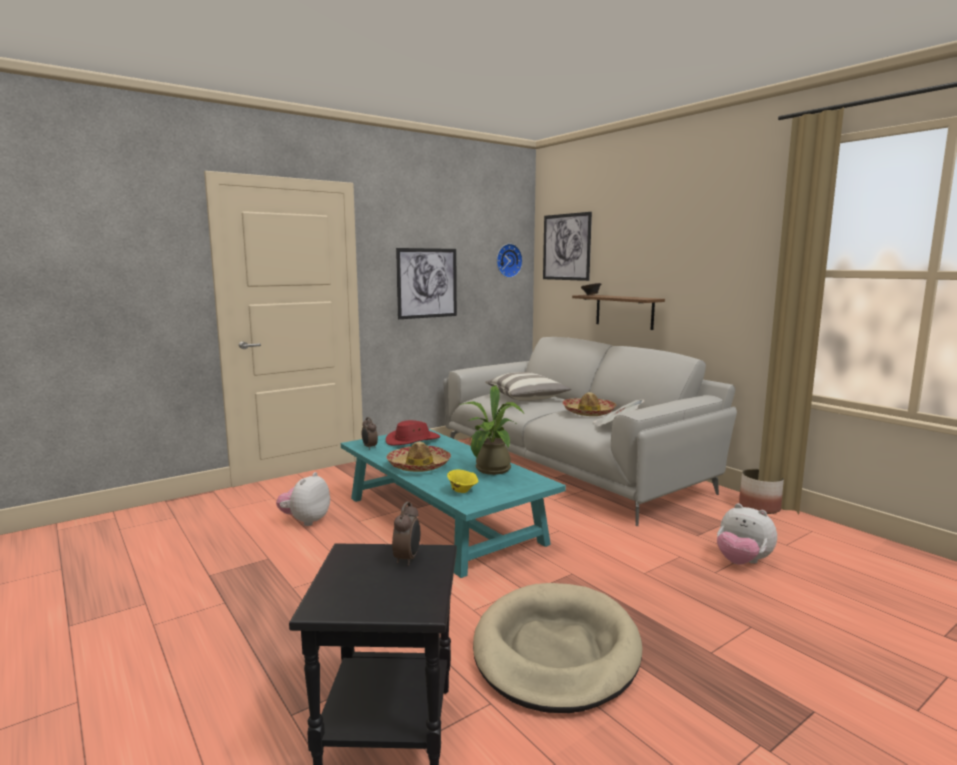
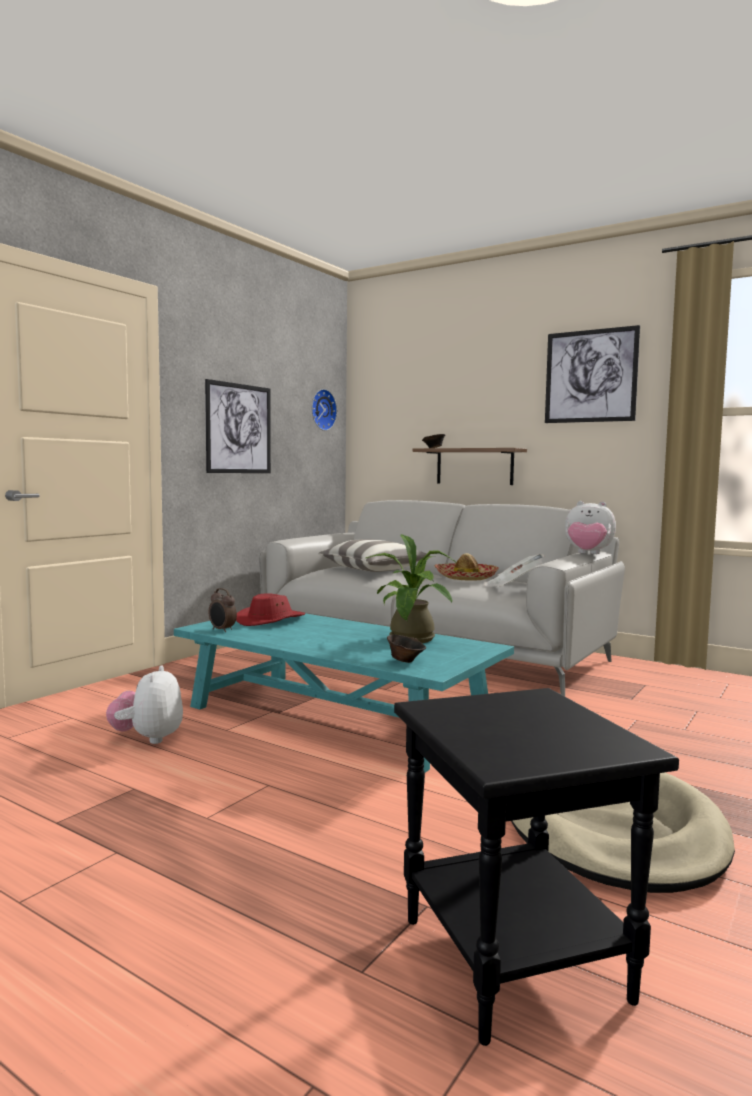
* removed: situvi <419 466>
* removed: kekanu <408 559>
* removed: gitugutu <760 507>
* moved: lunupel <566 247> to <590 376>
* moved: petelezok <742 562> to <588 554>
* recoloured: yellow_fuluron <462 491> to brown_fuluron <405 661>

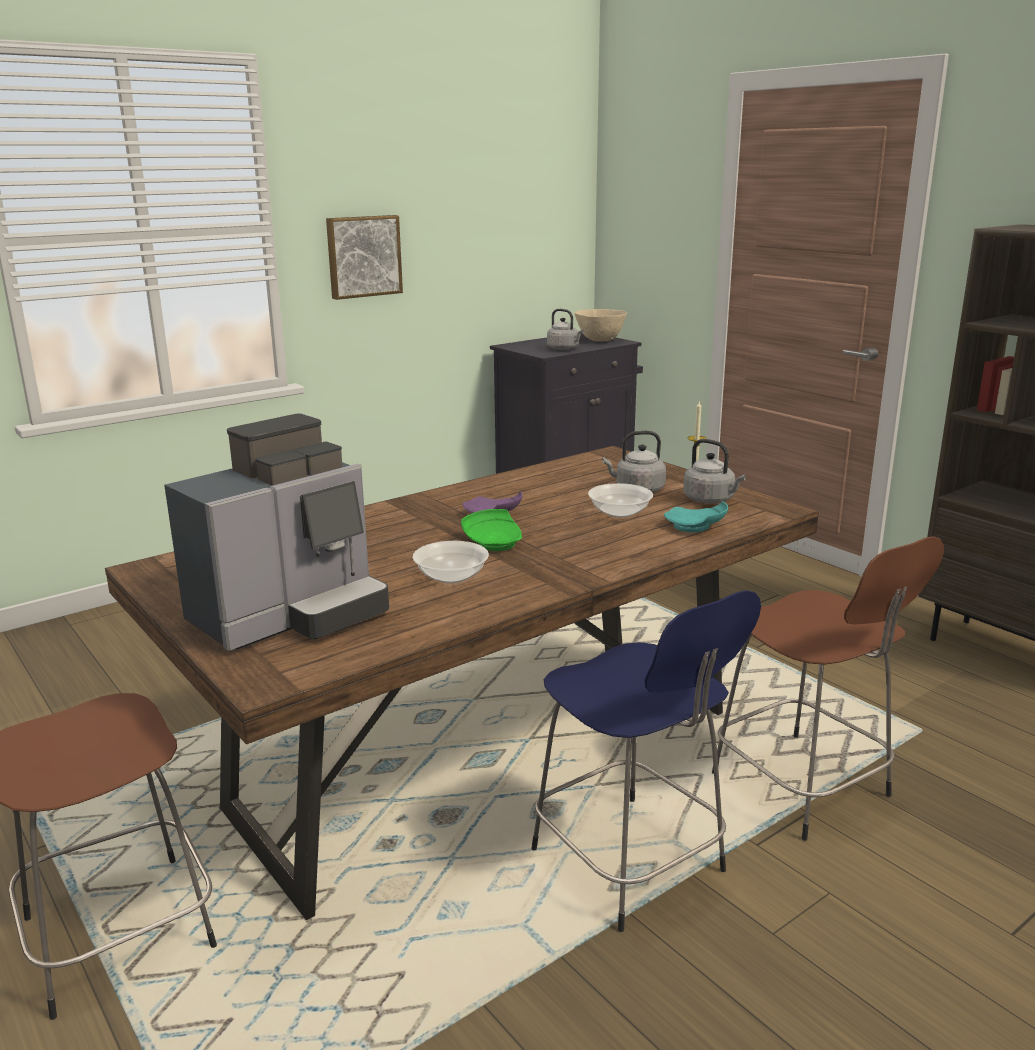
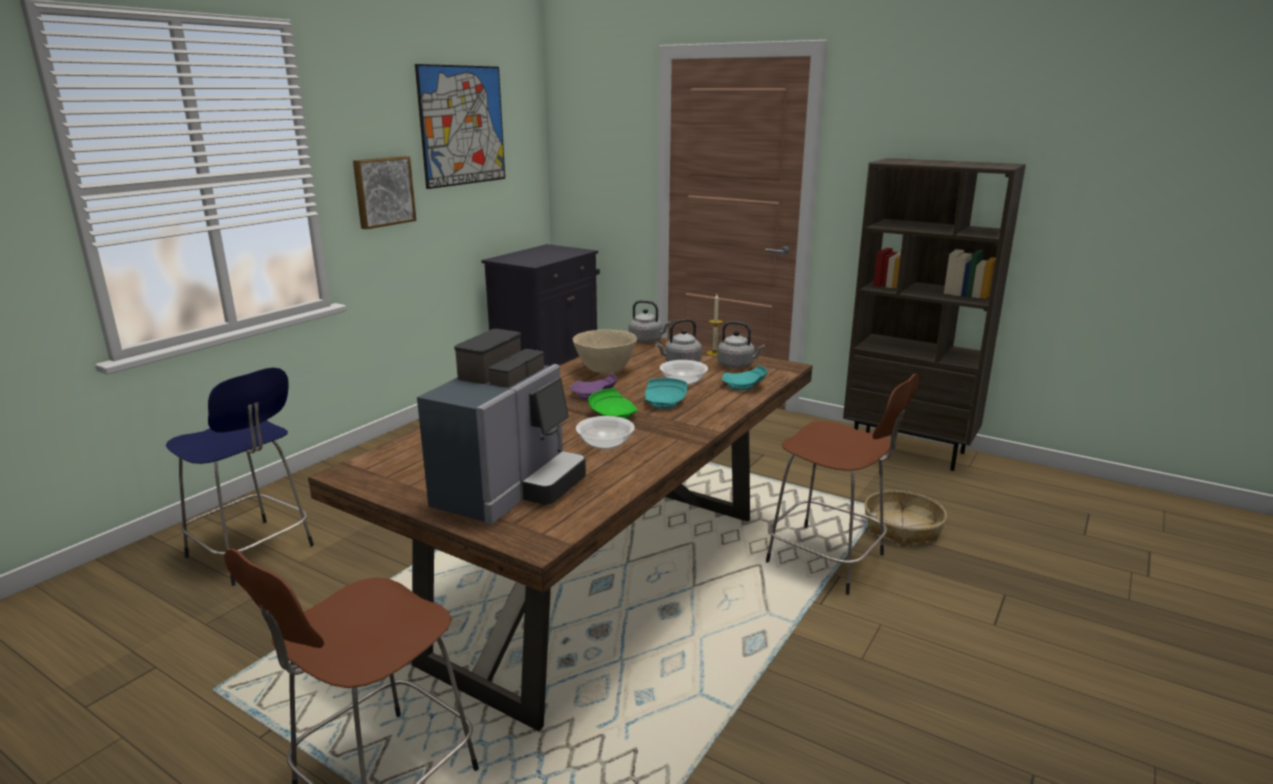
* added: lunupel <462 125>
* added: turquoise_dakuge <665 402>
* added: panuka <902 527>
* moved: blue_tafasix <631 864> to <252 553>
* moved: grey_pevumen <564 349> to <647 341>
* moved: beige_fuluron <600 340> to <605 370>

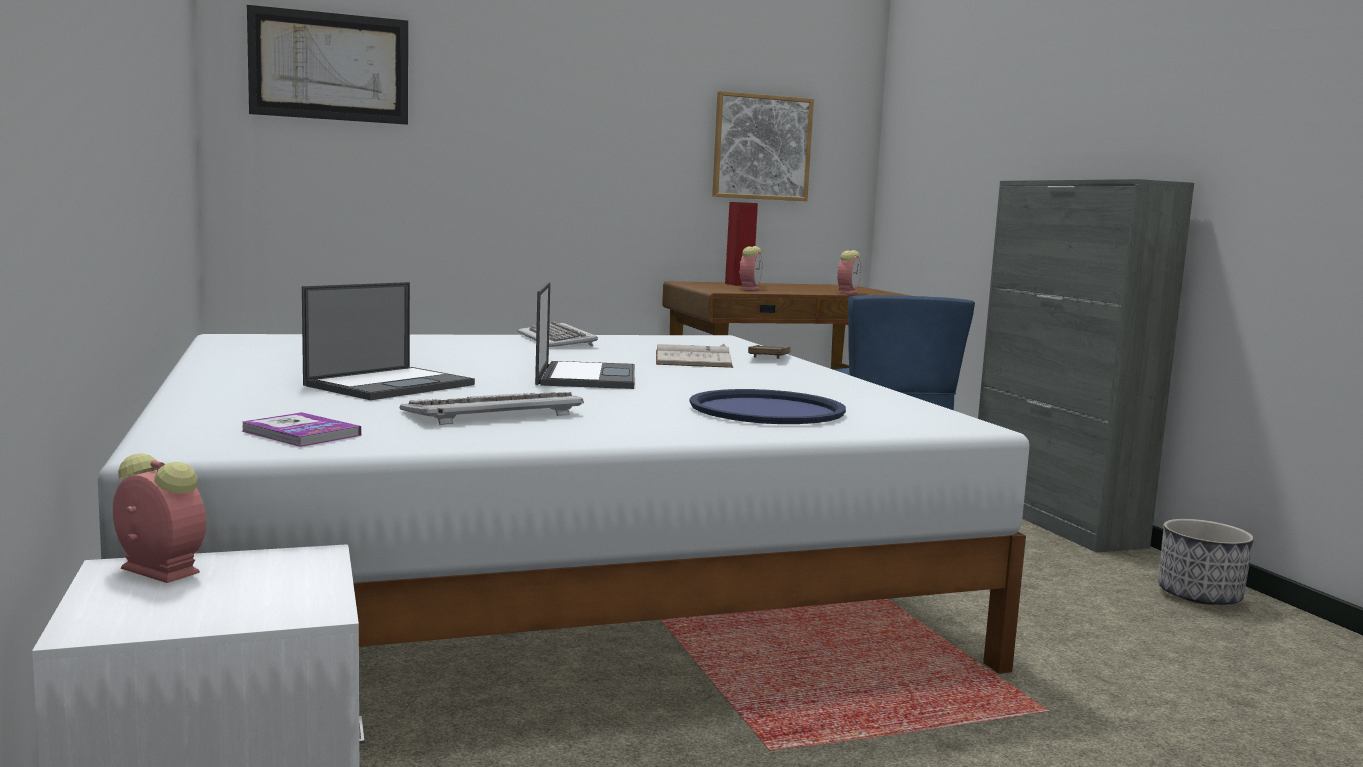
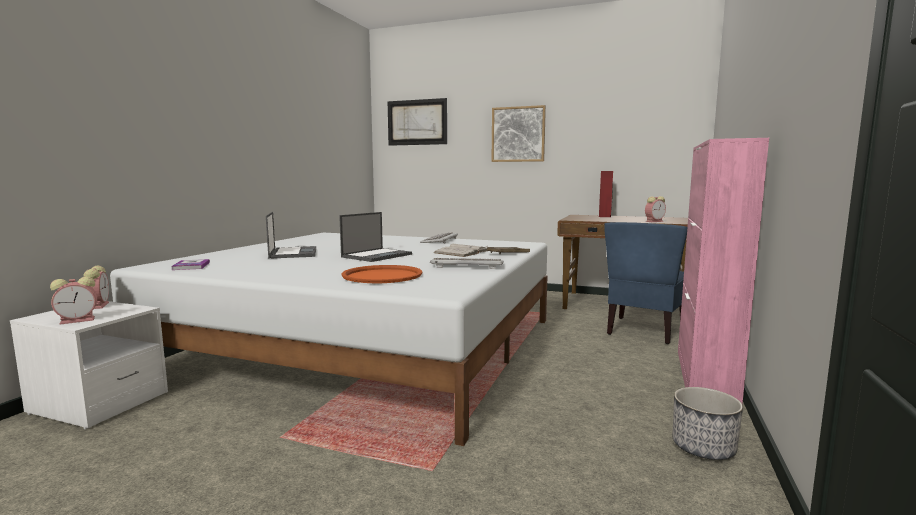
* moved: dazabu <492 413> to <467 265>
* moved: lunupel <761 147> to <518 134>
* moved: kekanu <749 288> to <79 320>
* recoloured: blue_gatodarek <767 410> to orange_gatodarek <382 275>
* recoloured: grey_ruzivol <1054 520> to pink_ruzivol <705 377>
* turned: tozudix <391 385> = <293 253> 90 degrees counterclockwise

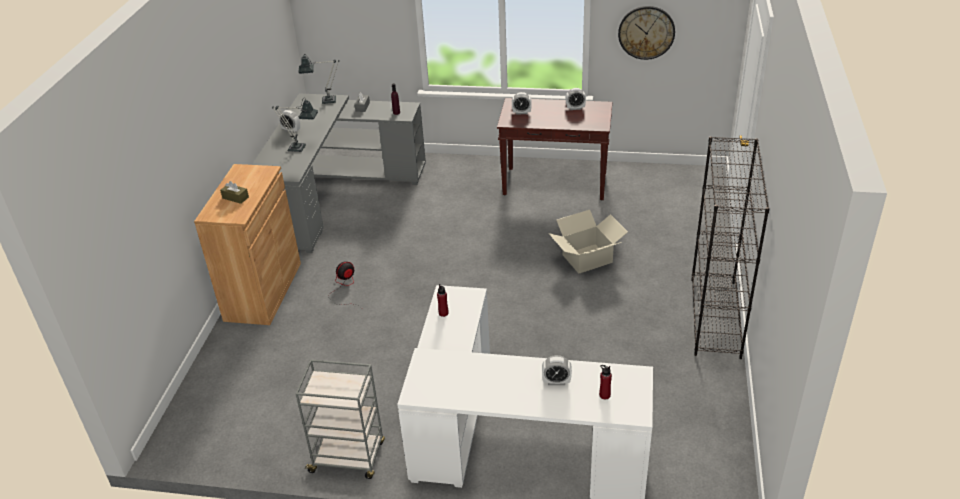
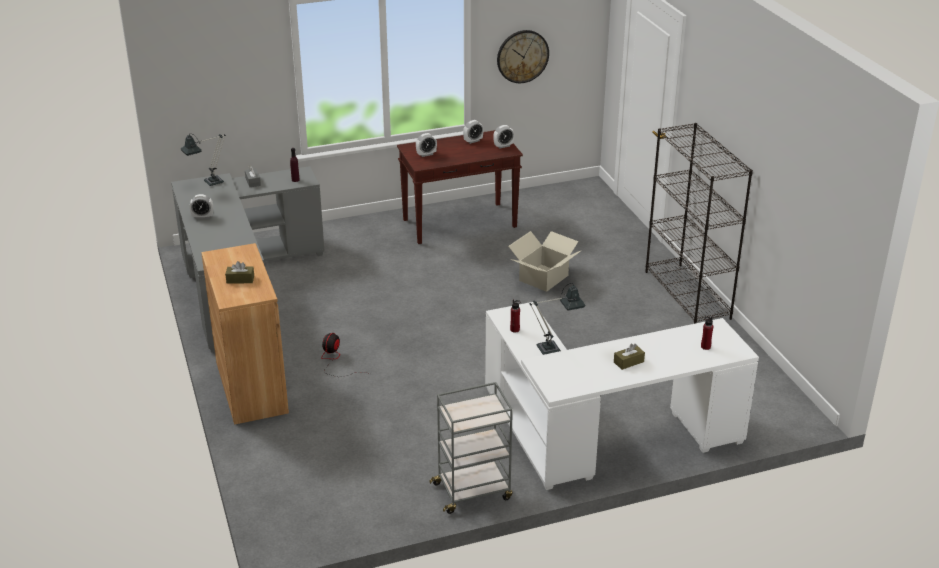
* added: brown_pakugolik <628 362>
* moved: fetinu <301 148> to <553 348>
* moved: kekanu <556 382> to <503 146>

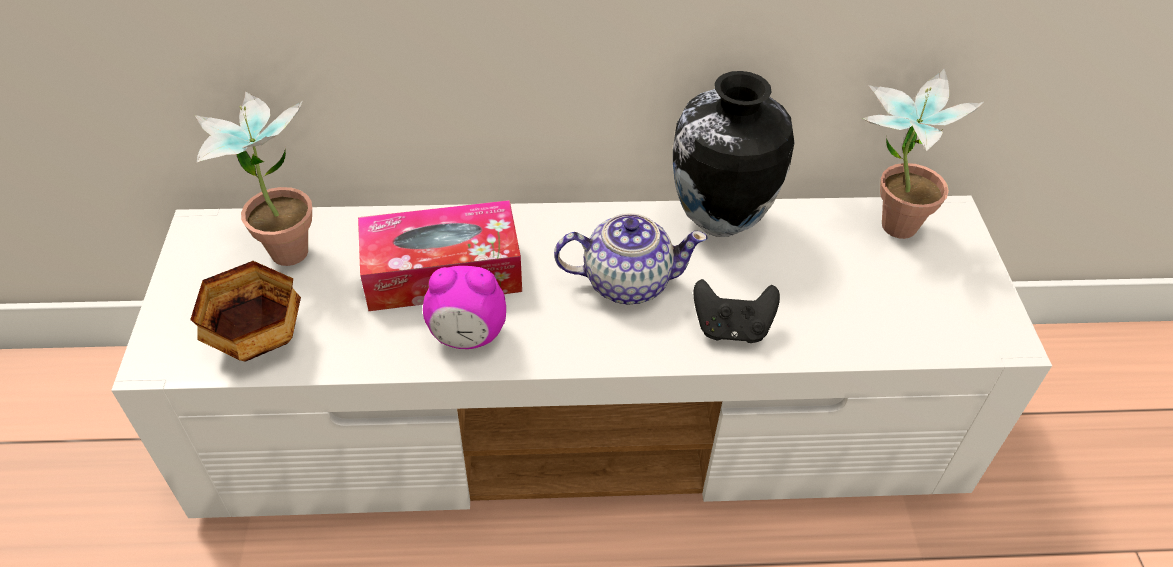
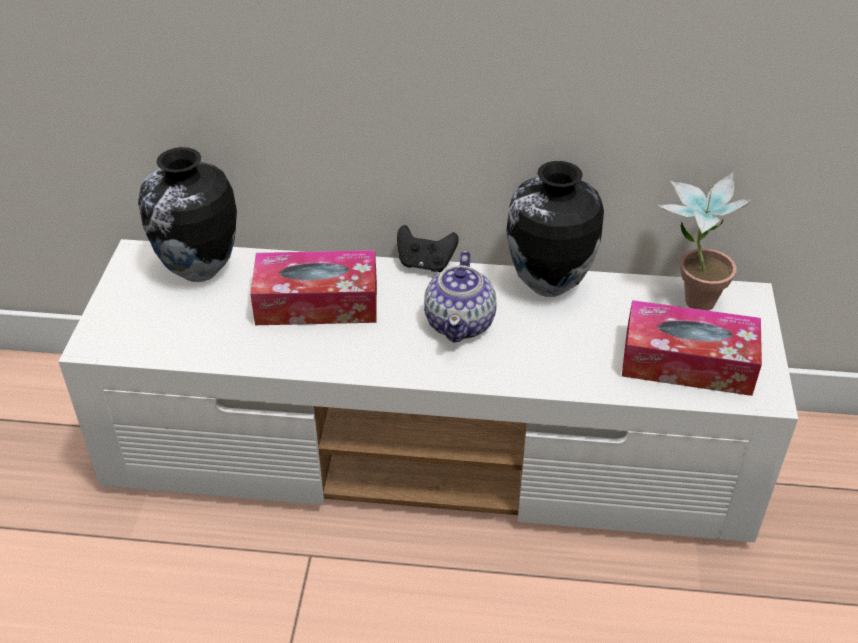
* removed: fuluron <259 340>
* removed: kekanu <468 336>
* added: pakugolik <687 362>
* moved: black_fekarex <731 328> to <425 264>
* replaced: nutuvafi <284 243> to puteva <199 271>
* turned: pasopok <626 281> = <460 323> 90 degrees clockwise

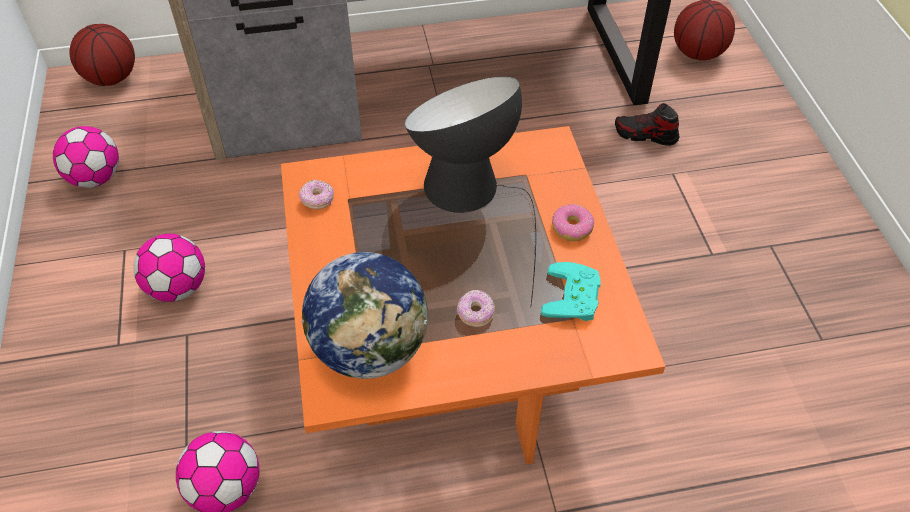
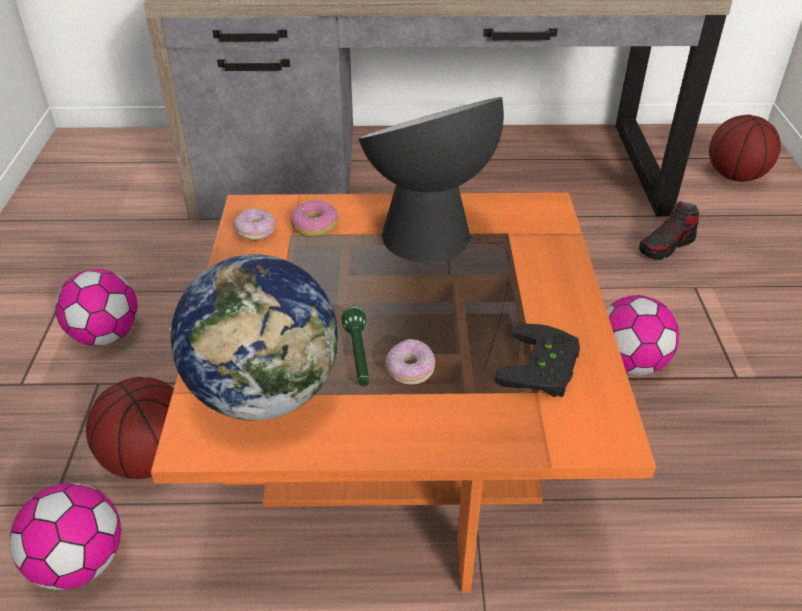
* added: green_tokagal <358 356>
* moved: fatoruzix <96 178> to <629 363>
* moved: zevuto <111 79> to <150 459>
* moved: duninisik <571 228> to <315 226>
* recoloured: turquoise_fekarex <575 297> to black_fekarex <544 368>
* turned: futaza <645 135> = <666 246> 60 degrees counterclockwise

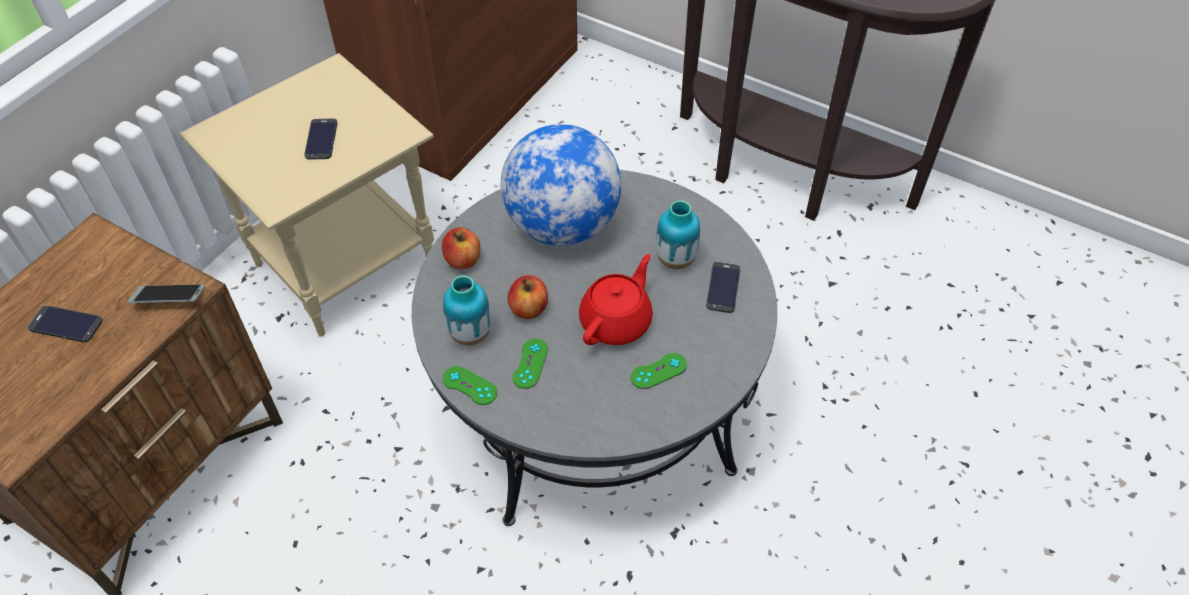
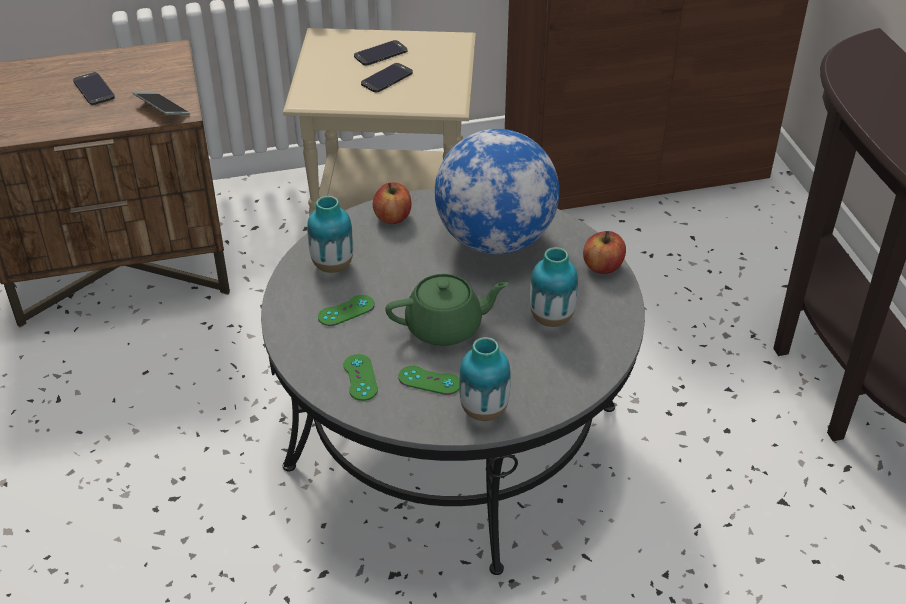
* added: puteva <484 411>
* moved: green_fekarex <469 385> to <360 377>
* moved: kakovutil <529 308> to <603 266>
* moved: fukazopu <723 287> to <381 53>
* recoloured: red_pasopok <617 321> to green_pasopok <445 327>

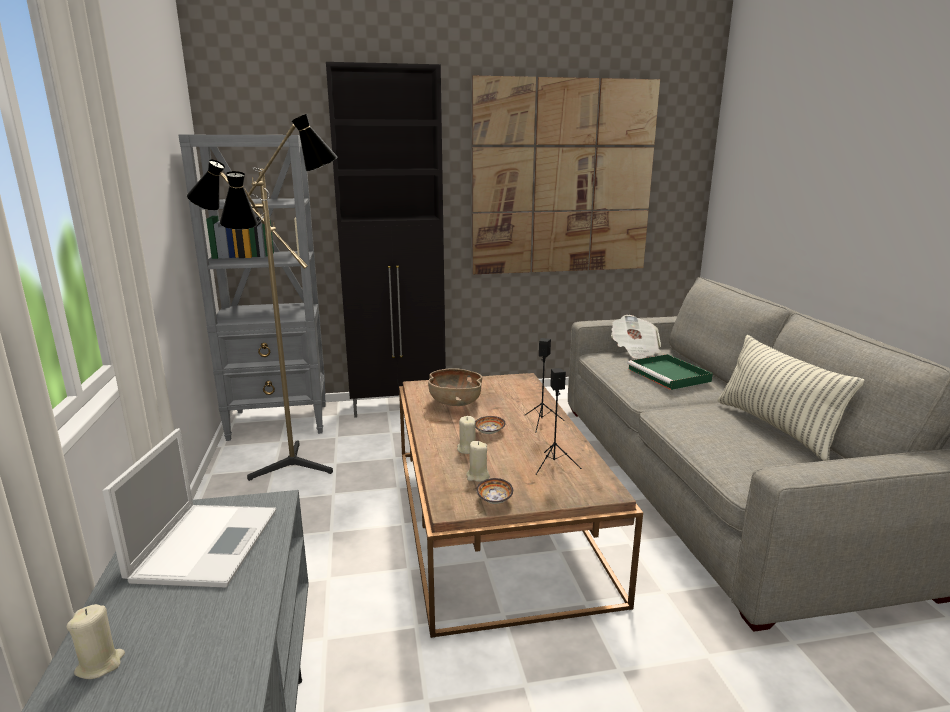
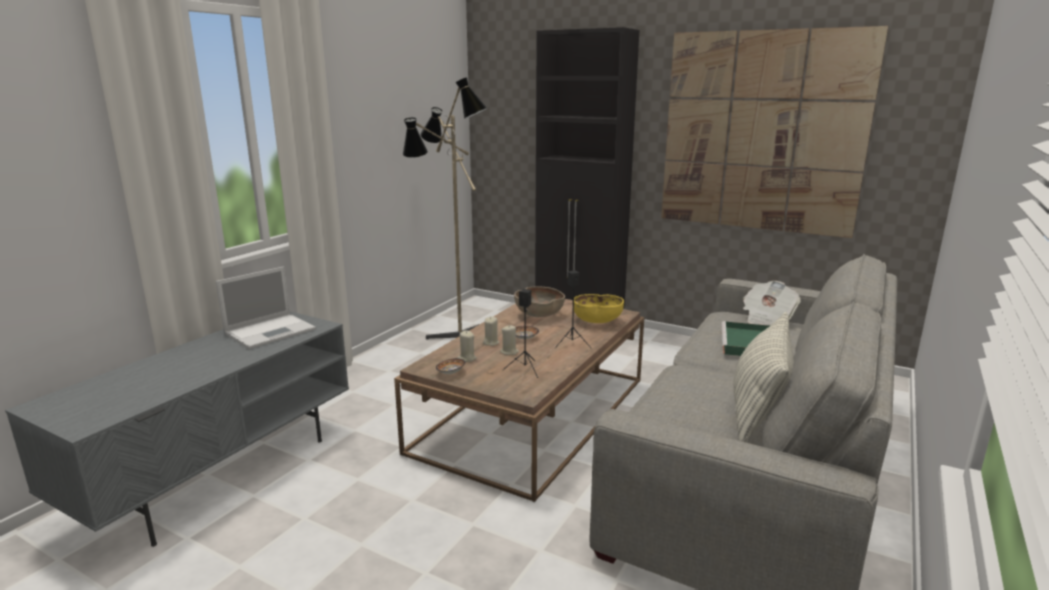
* removed: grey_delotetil <280 422>
* added: yellow_fuluron <597 321>
* moved: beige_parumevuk <100 664> to <509 352>

